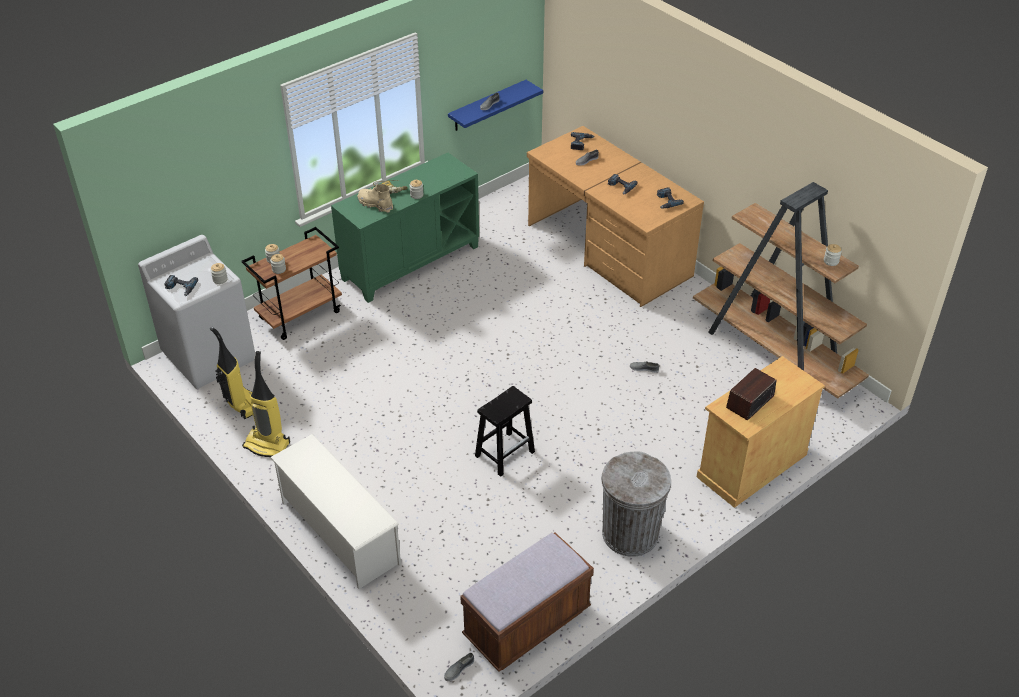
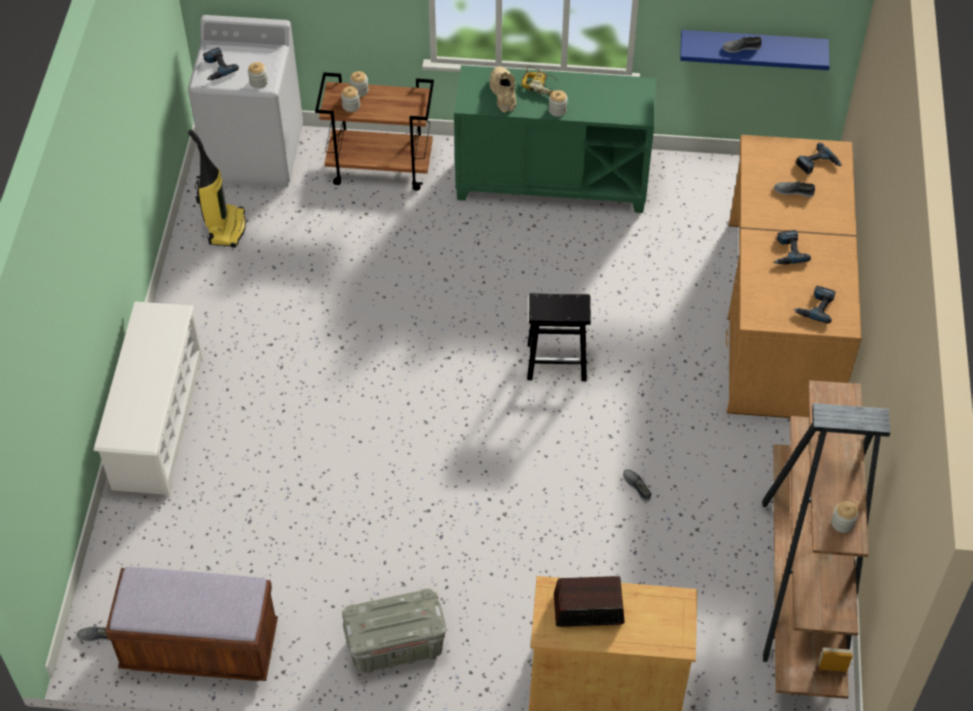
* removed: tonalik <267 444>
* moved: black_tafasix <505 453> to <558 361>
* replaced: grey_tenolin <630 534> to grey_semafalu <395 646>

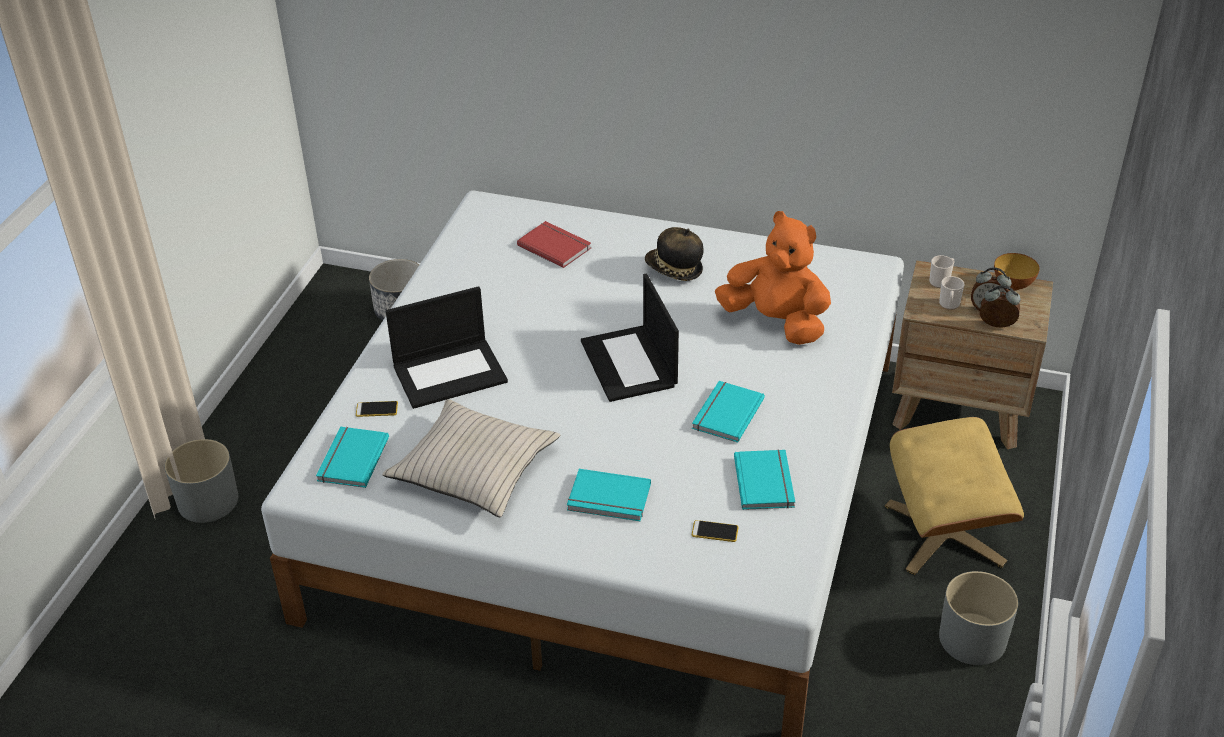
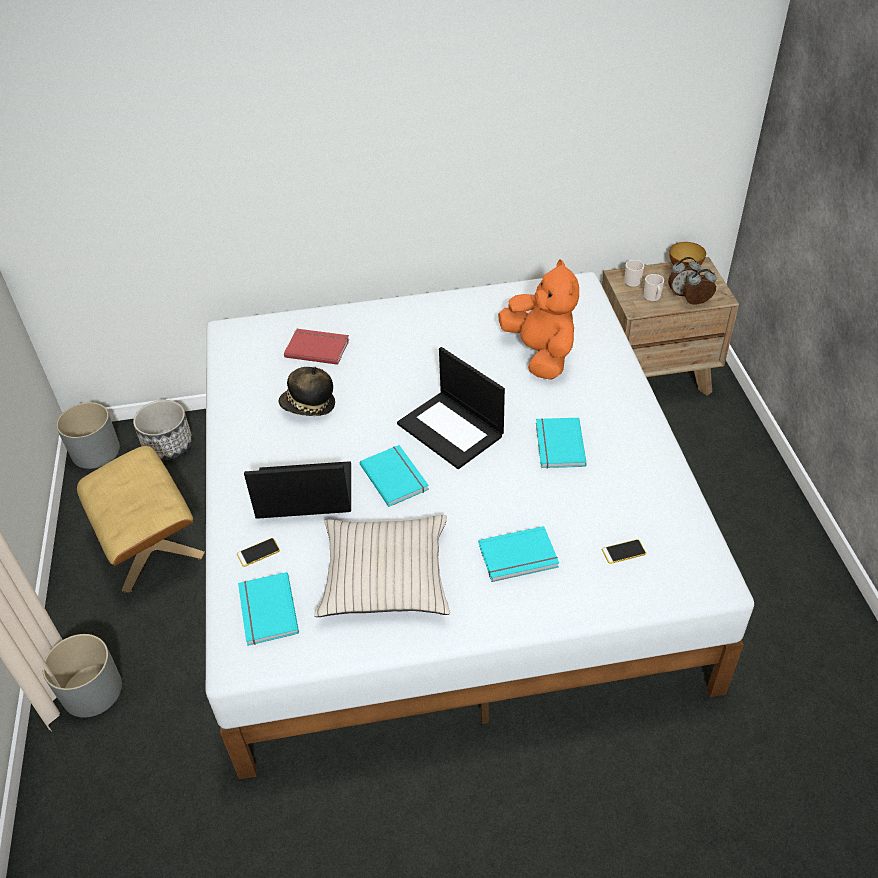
* moved: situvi <674 270> to <308 406>
* moved: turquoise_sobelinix <766 481> to <396 476>
* moved: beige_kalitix <945 533> to <152 547>
* moved: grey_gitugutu <971 639> to <95 451>
* turned: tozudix <450 372> = <303 493> 135 degrees counterclockwise
* turned: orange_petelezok <776 322> = <540 354> 60 degrees clockwise

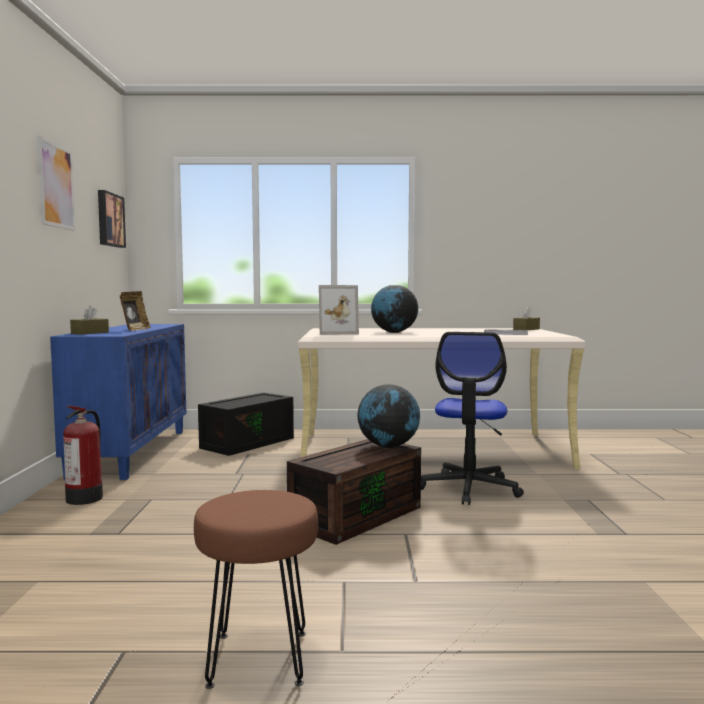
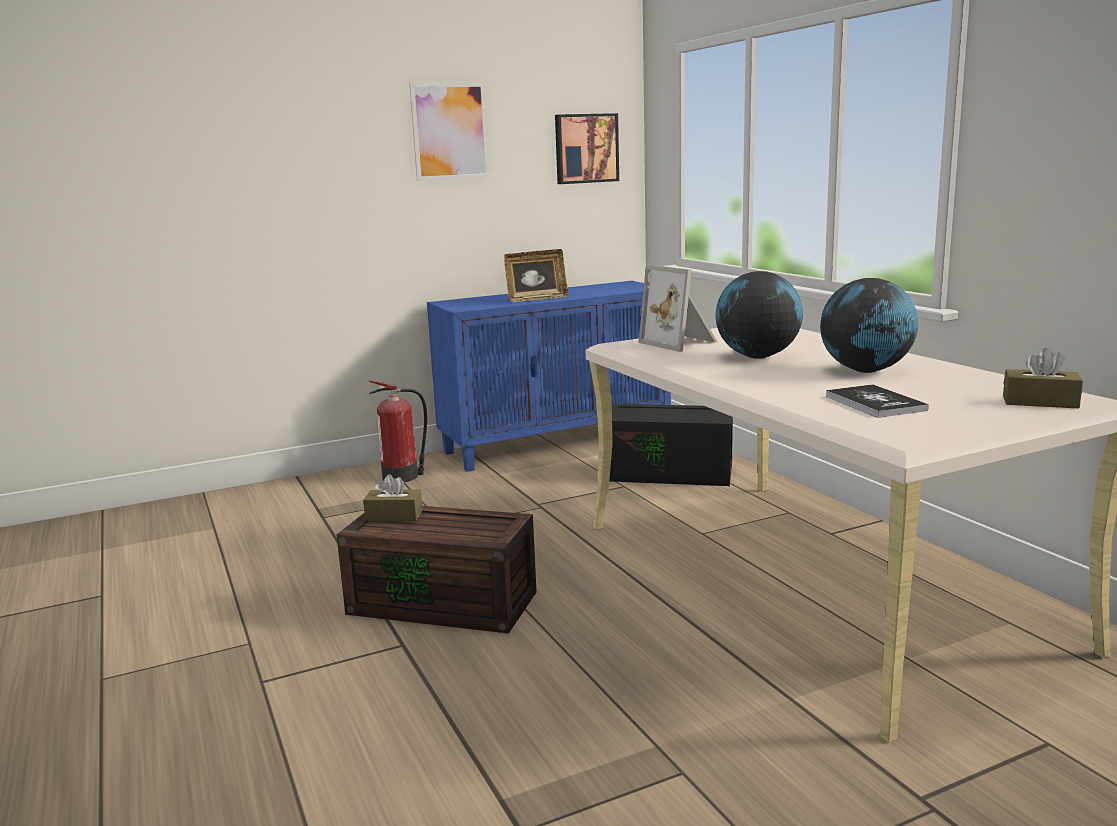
* removed: brown_tafasix <260 659>
* removed: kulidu <469 488>
* moved: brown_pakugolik <90 333> to <394 515>
* moved: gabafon <388 446> to <866 370>

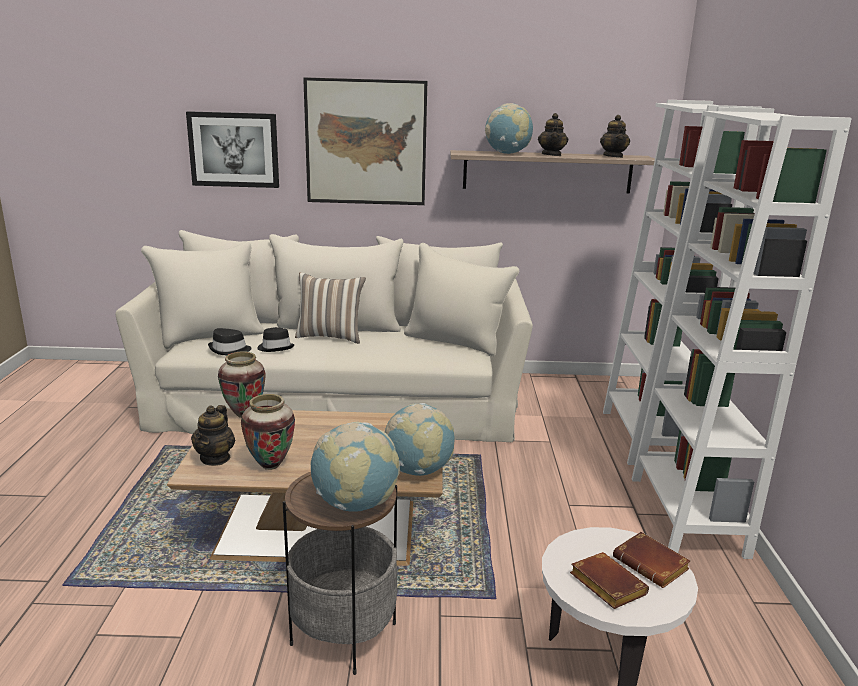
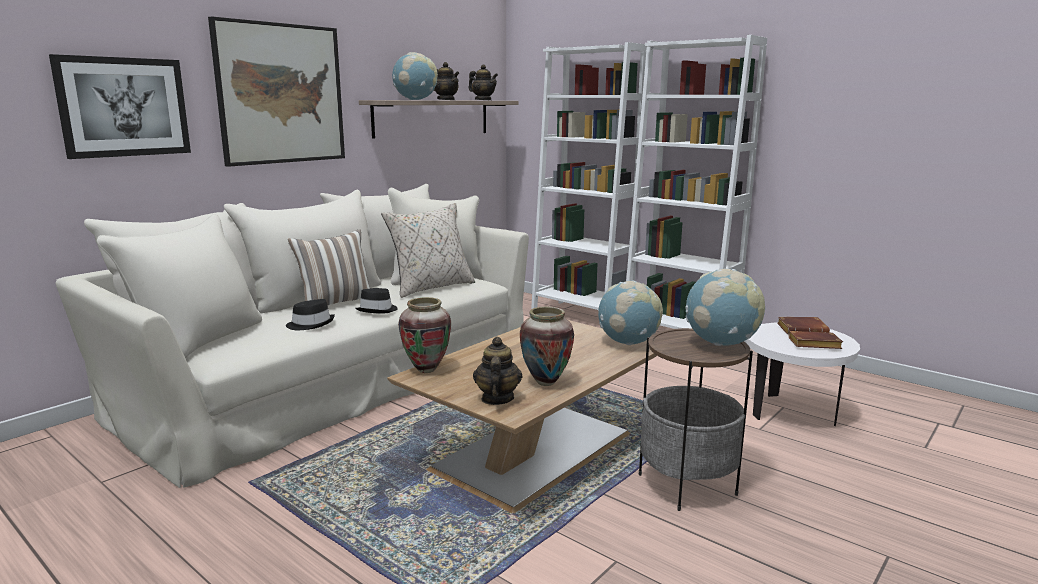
* added: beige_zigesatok <431 287>
* moved: black_situvi <229 350> to <378 310>
* turned: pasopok <215 458> = <497 399> 135 degrees counterclockwise

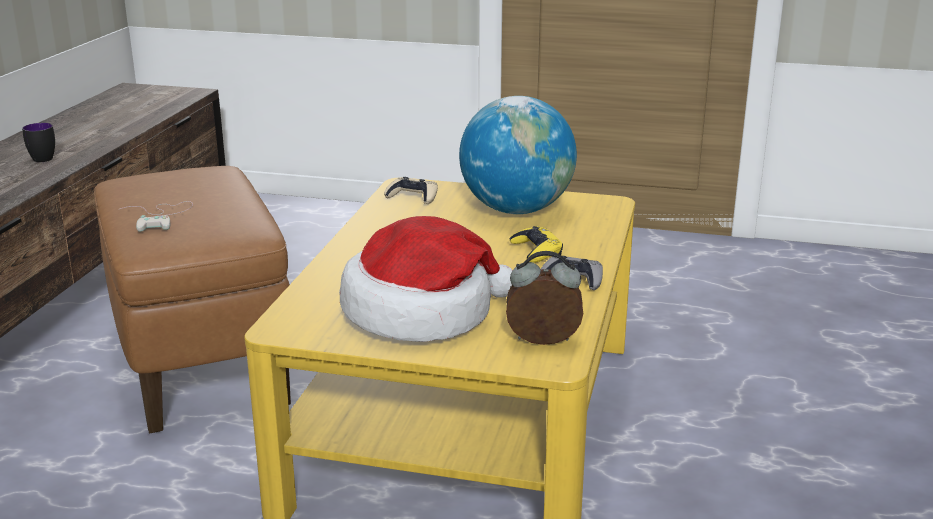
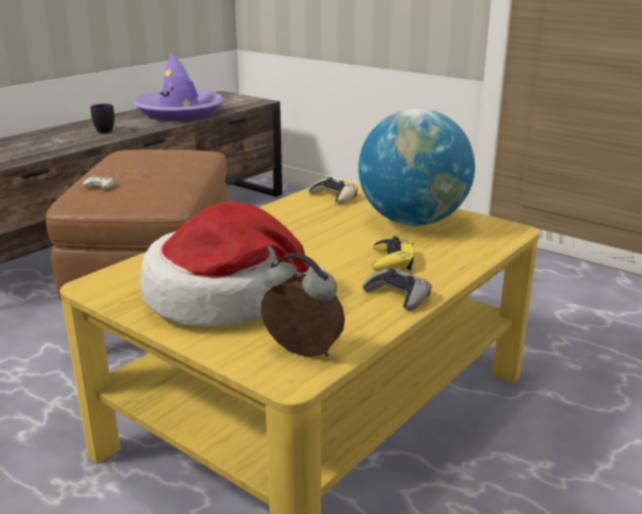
* added: purple_situvi <180 113>

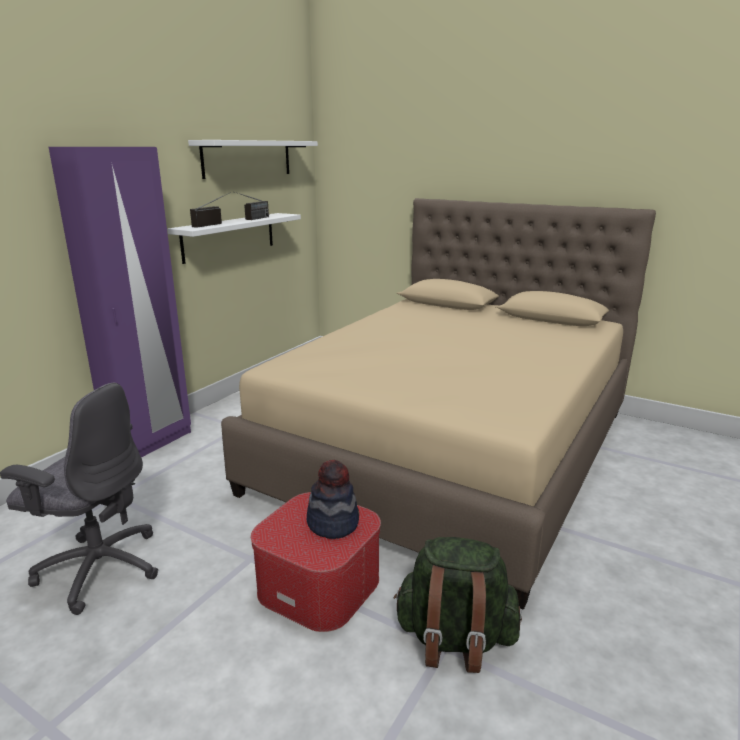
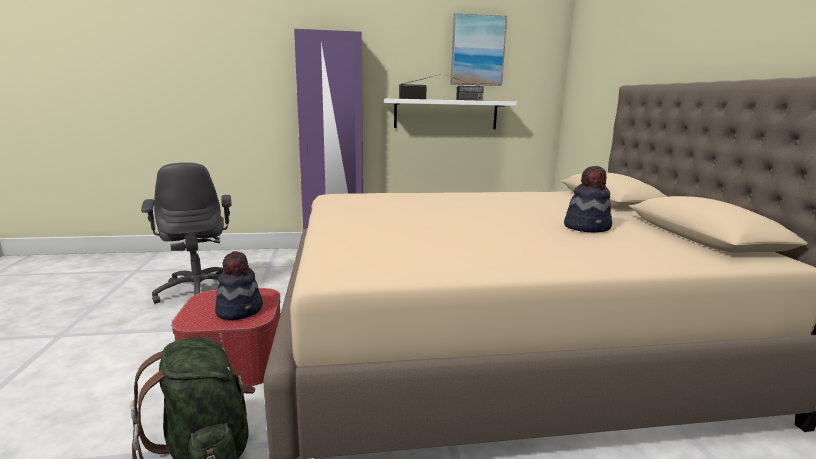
* added: situvi <587 227>
* replaced: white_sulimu <247 158> to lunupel <477 50>

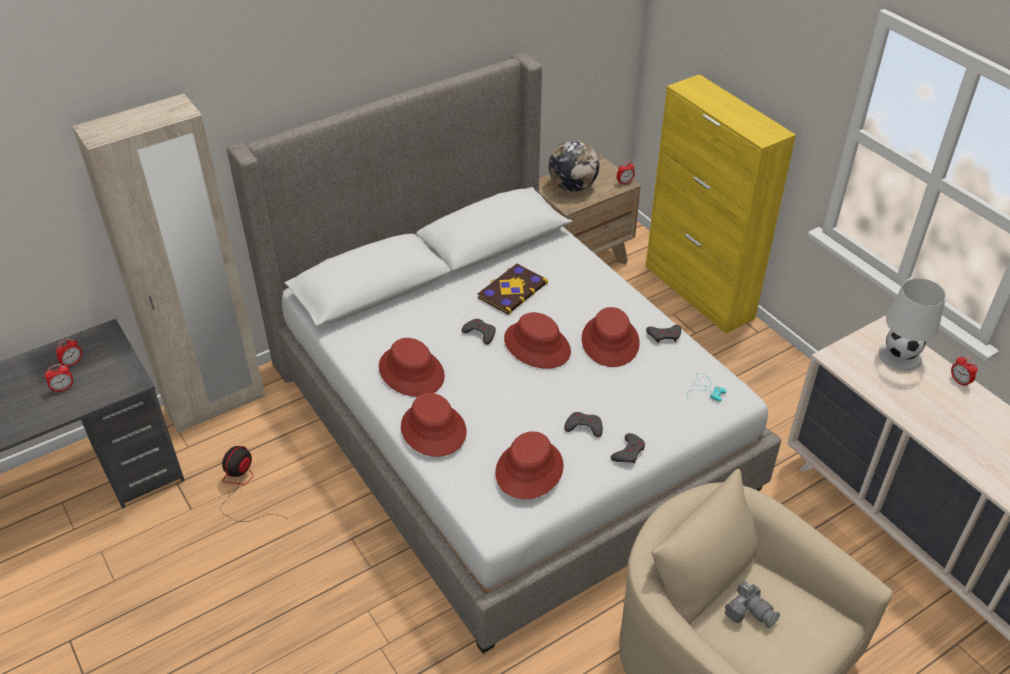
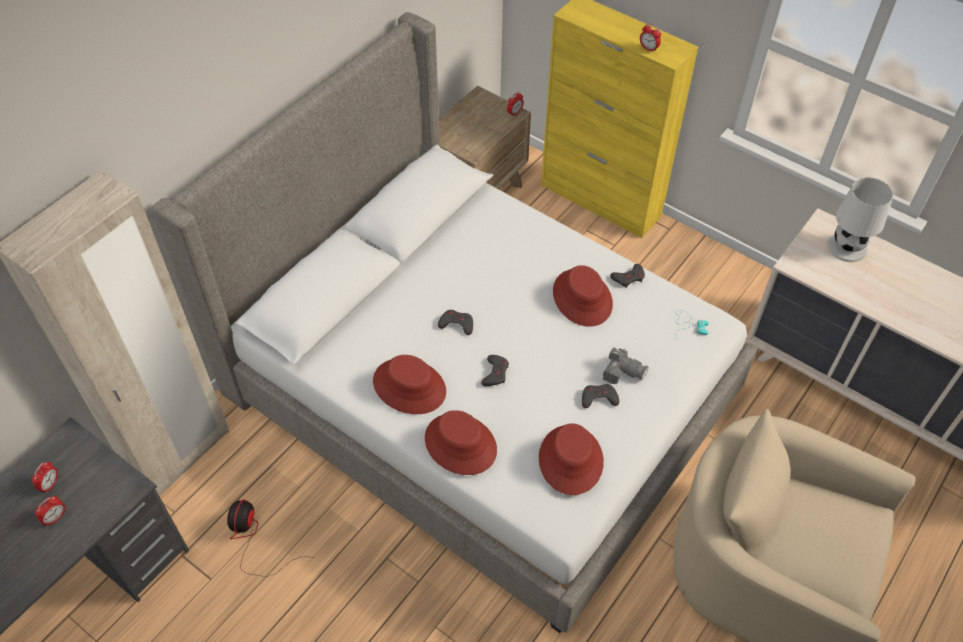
* removed: sobelinix <512 290>
* removed: red_situvi <537 345>
* removed: gabafon <572 186>
* moved: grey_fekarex <628 452> to <495 373>
* moved: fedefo <750 611> to <622 371>
* moved: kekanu <959 381> to <648 49>

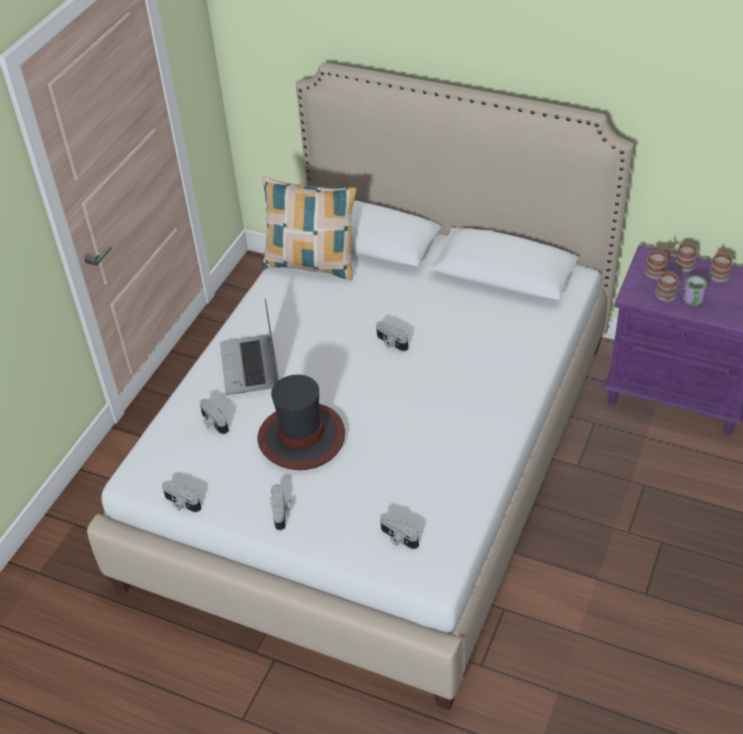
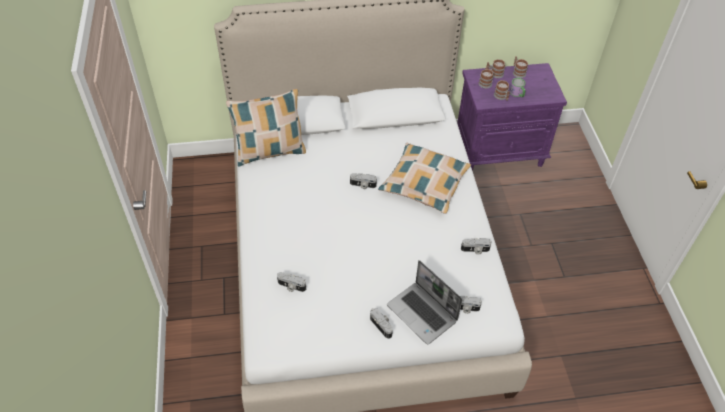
* removed: situvi <302 437>
* added: zigesatok <424 183>
* moved: fedefo <181 503> to <475 250>
* moved: tozudix <251 367> to <423 313>

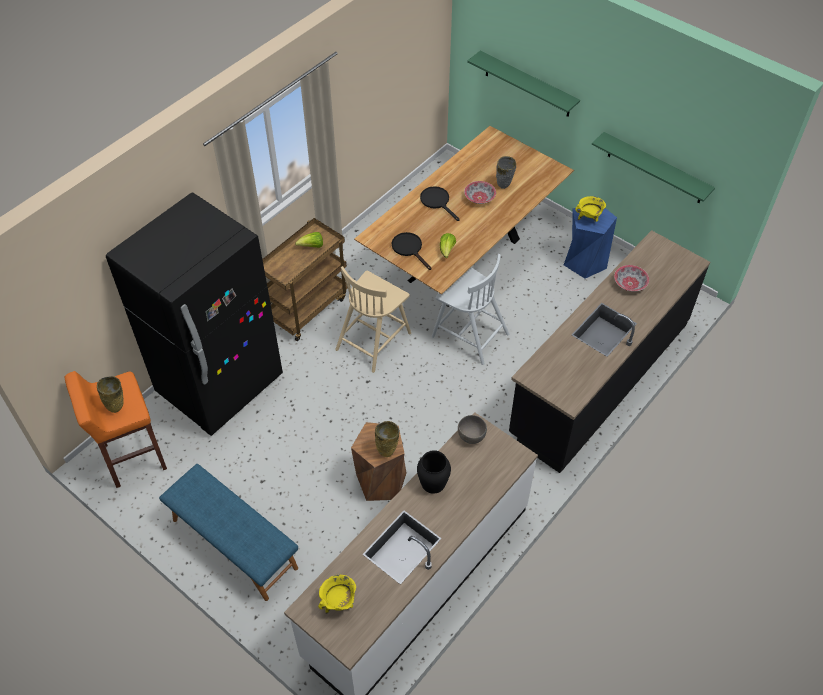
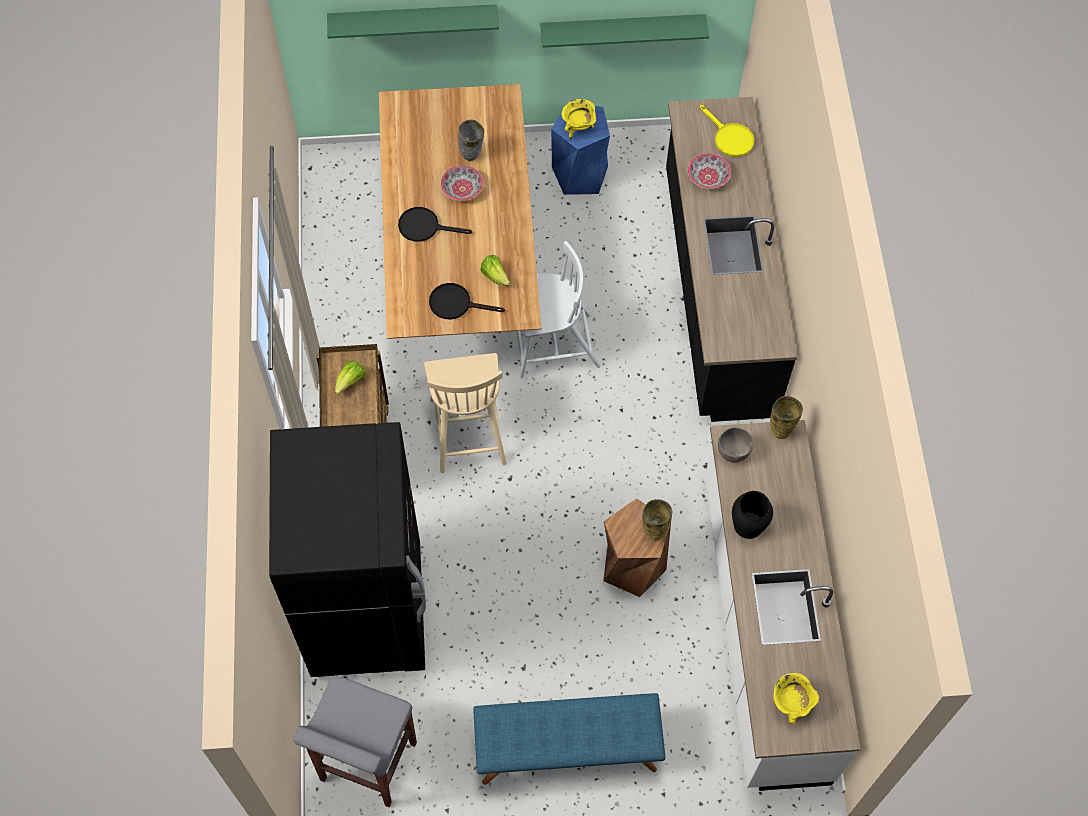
* added: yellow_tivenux <729 138>
* moved: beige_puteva <117 407> to <781 430>
* recoloured: orange_tafasix <133 457> to grey_tafasix <367 763>

